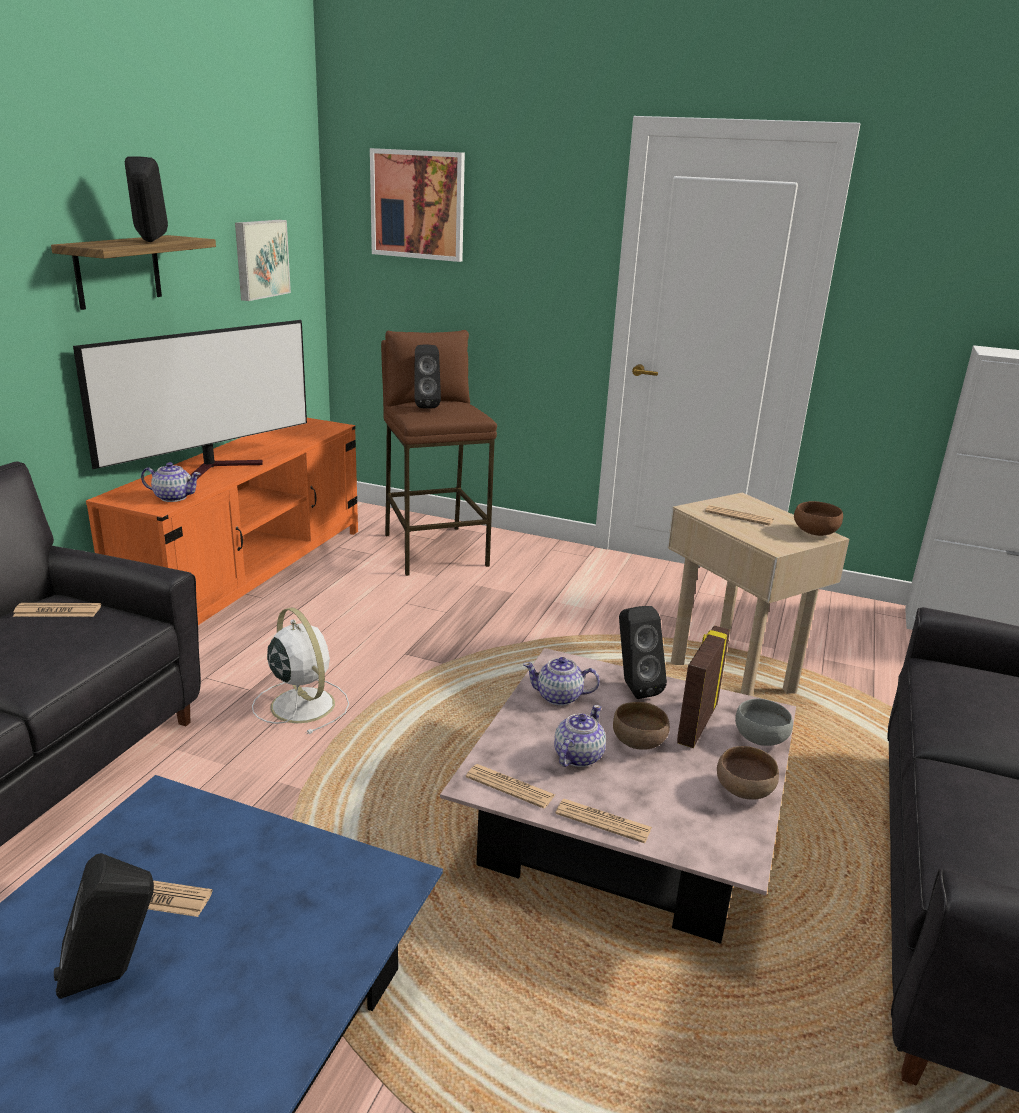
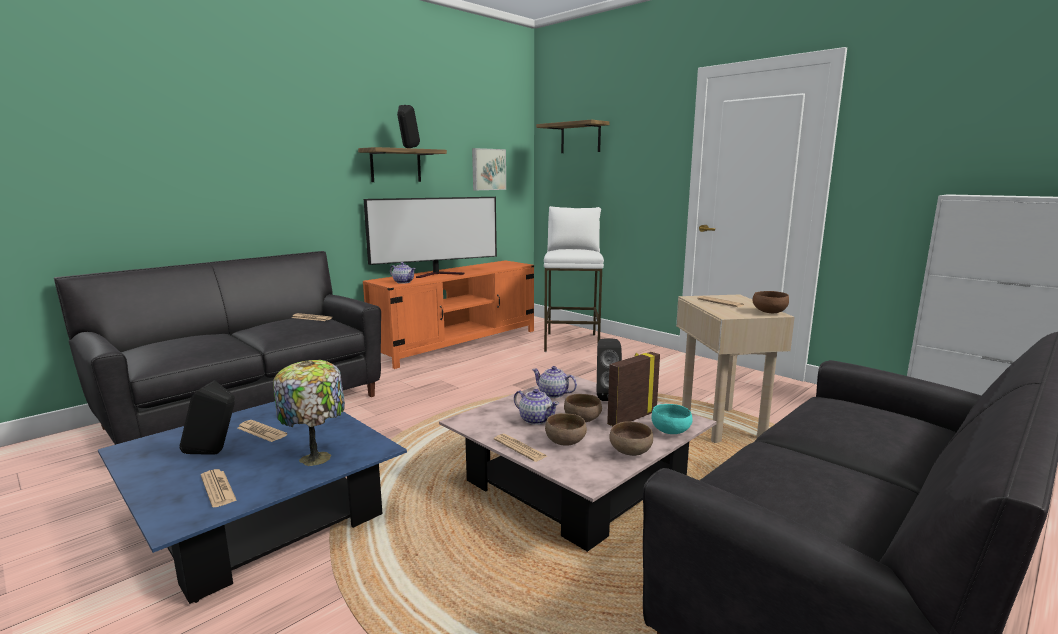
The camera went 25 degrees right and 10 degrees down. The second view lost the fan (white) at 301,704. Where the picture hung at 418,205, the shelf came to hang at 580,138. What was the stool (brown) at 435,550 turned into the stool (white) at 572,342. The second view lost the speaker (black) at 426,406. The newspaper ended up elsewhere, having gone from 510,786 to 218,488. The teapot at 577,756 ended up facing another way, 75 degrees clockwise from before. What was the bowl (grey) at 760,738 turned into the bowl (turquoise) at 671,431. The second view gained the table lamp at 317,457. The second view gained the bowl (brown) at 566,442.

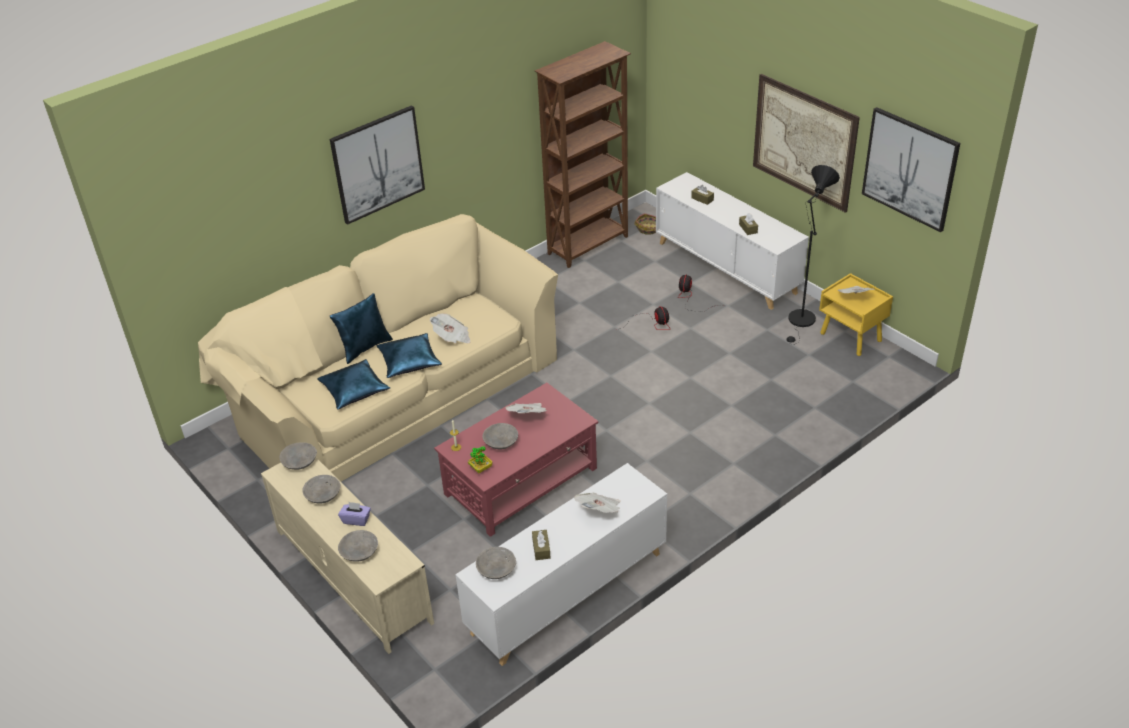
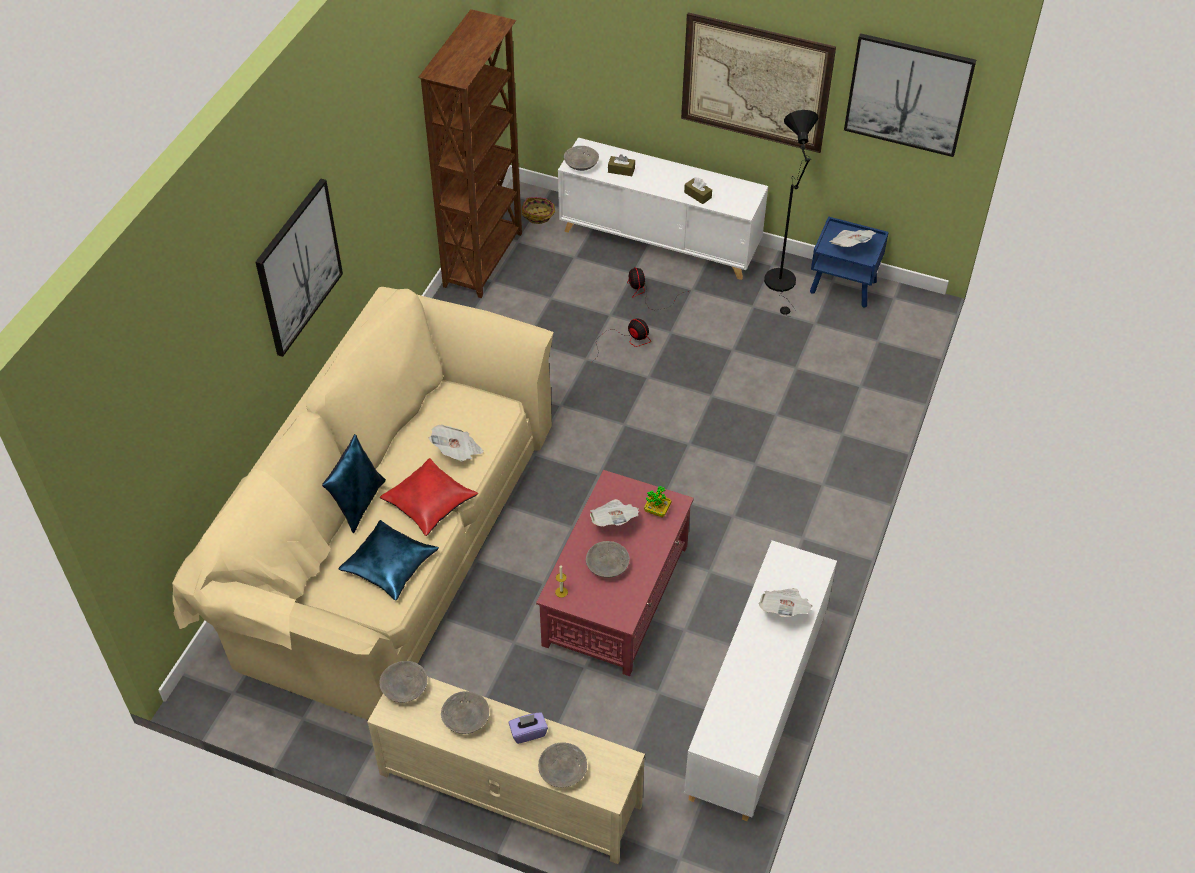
The camera went 30 degrees left and 10 degrees up. What was the pillow (blue) at 409,361 turned into the pillow (red) at 429,502. The potted plant ended up elsewhere, having gone from 480,468 to 657,510. The bowl (grey) ended up elsewhere, having gone from 496,570 to 581,165. The second view lost the tissue box (brown) at 541,549. What was the nightstand (yellow) at 851,337 turned into the nightstand (blue) at 844,287.

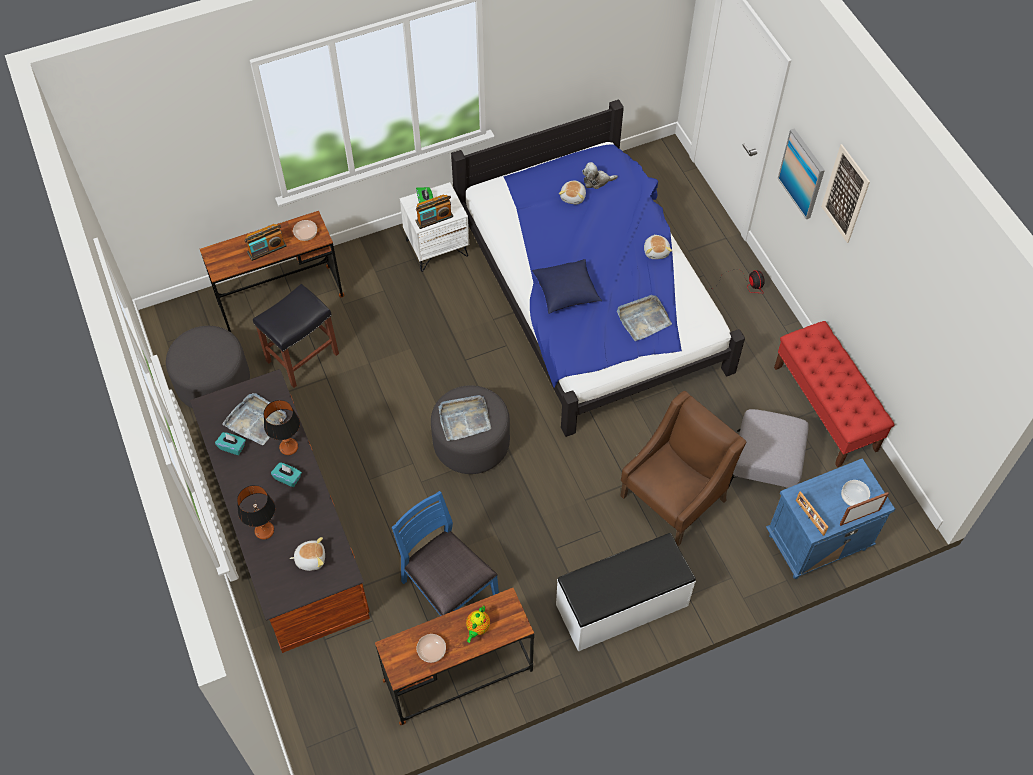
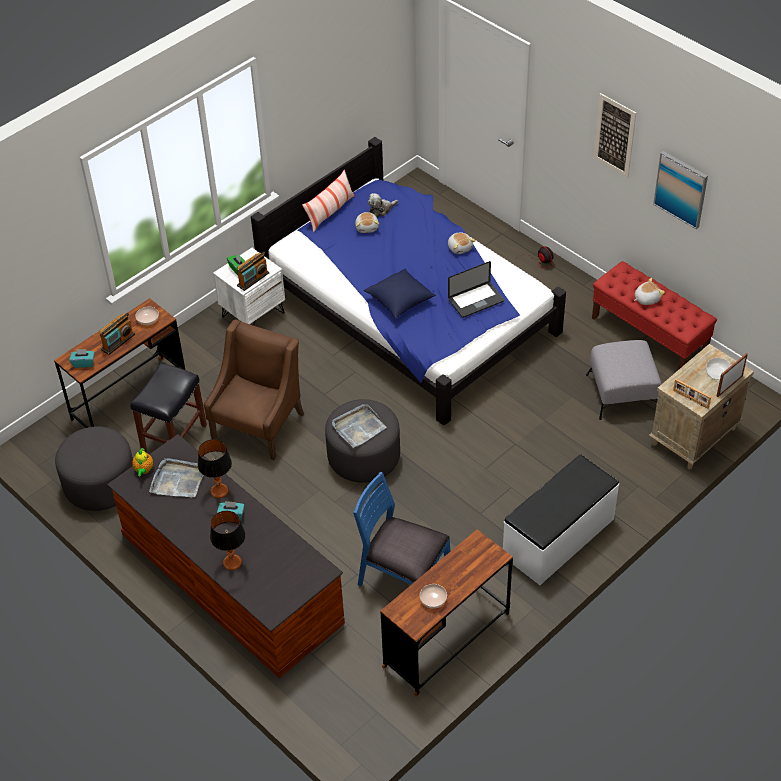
The camera went 20 degrees left and 10 degrees down. The tissue box (turquoise) ended up elsewhere, having gone from 232,447 to 83,363. The plush toy ended up elsewhere, having gone from 310,558 to 646,298. The teapot ended up elsewhere, having gone from 477,628 to 144,470. Where the tray (grey) stood at 643,319, the laptop came to stand at 476,300. The armchair (brown) ended up elsewhere, having gone from 674,497 to 259,425. What was the nightstand (blue) at 816,543 turned into the nightstand (beige) at 693,437. The picture ended up elsewhere, having gone from 802,173 to 681,189. The second view gained the pillow at 330,212.

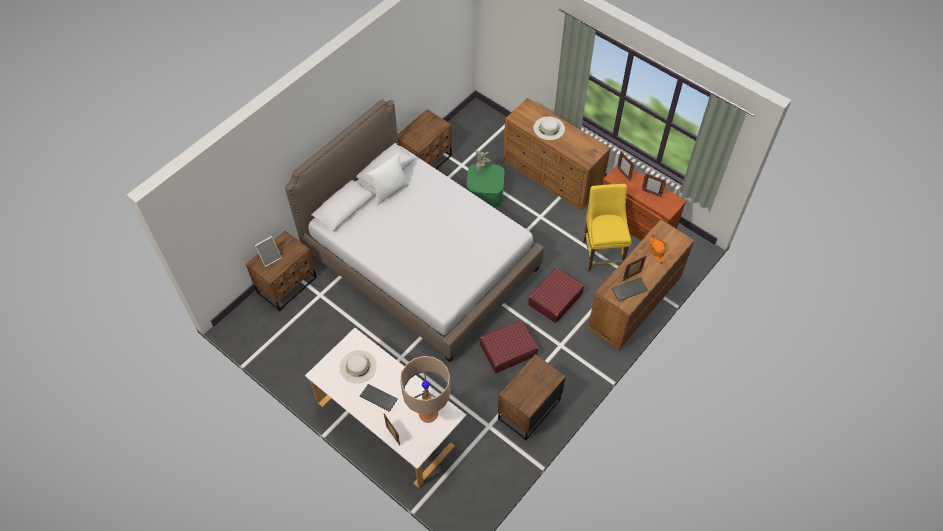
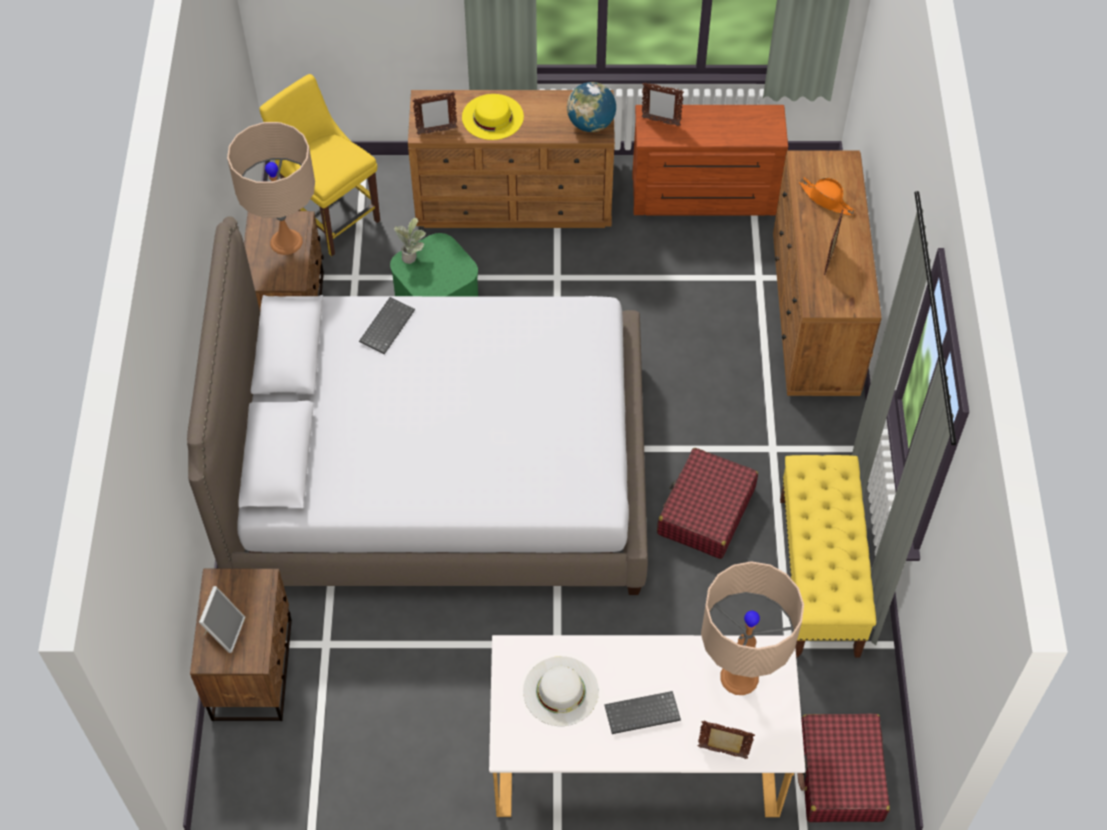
The camera went 40 degrees left and 0 degrees up. The second view lost the pillow (white) at 390,191. Where the nightstand (brown) stood at 528,409, the bench (yellow) came to stand at 819,576. The suitcase (red) ended up elsewhere, having gone from 555,299 to 840,775. What was the hat (white) at 549,128 turned into the hat (yellow) at 492,117. The chair (yellow) ended up elsewhere, having gone from 602,252 to 331,216. The keyboard ended up elsewhere, having gone from 629,289 to 386,325. The picture frame ended up elsewhere, having gone from 651,193 to 436,131. The second view gained the table lamp (beige) at 286,242. The second view gained the globe at 591,124.

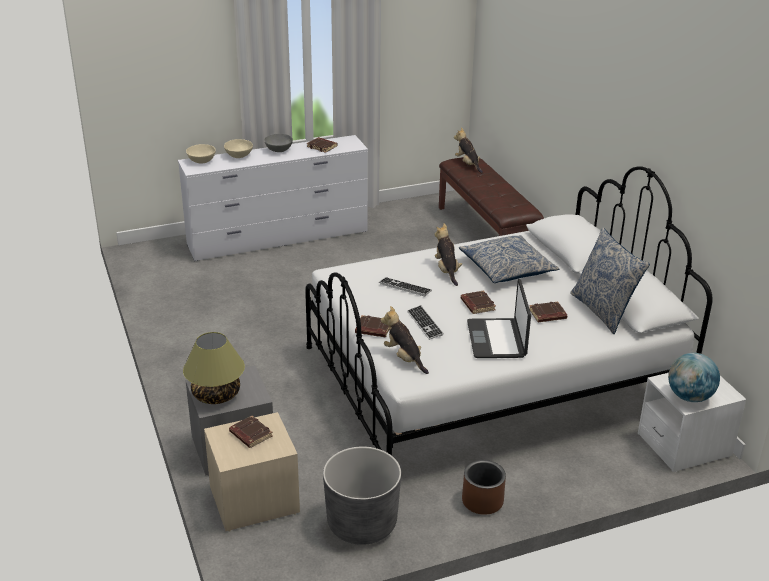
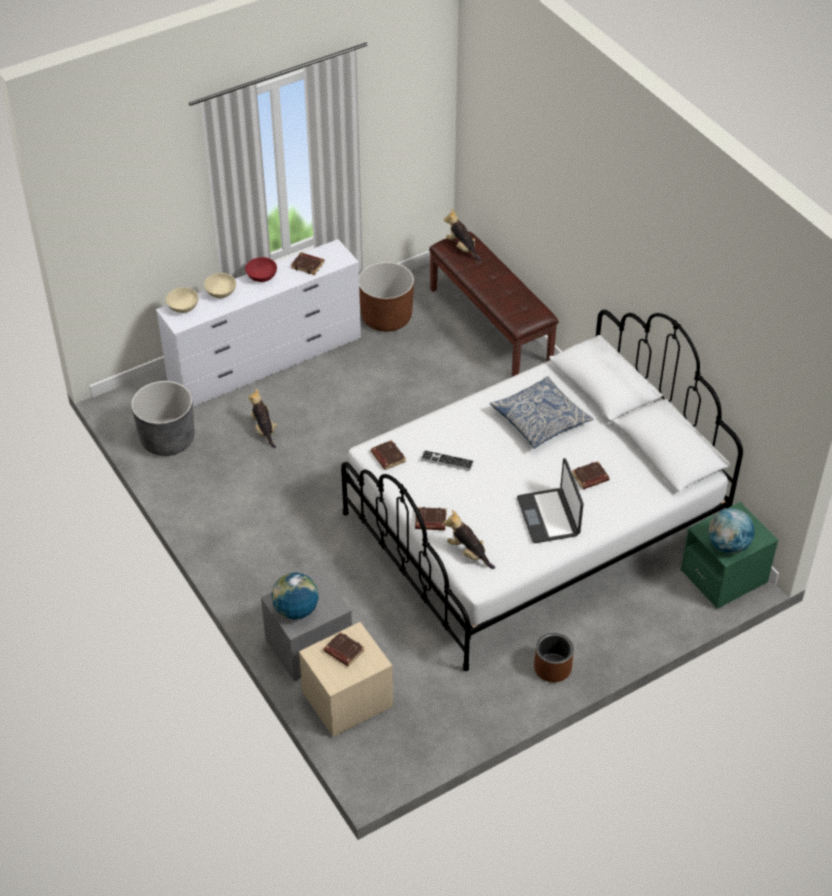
The camera went 10 degrees left and 15 degrees up. Where the table lamp stood at 215,394, the globe came to stand at 296,610. What was the bowl (grey) at 279,150 turned into the bowl (red) at 262,277. The planter (grey) ended up elsewhere, having gone from 362,523 to 167,439. The second view lost the keyboard at 425,323. The plush toy ended up elsewhere, having gone from 446,271 to 264,430. The book (brown) ended up elsewhere, having gone from 477,305 to 387,457. The second view lost the pillow at 603,311. What was the nightstand (white) at 684,445 turned into the nightstand (green) at 724,576. The second view gained the planter (brown) at 386,317.

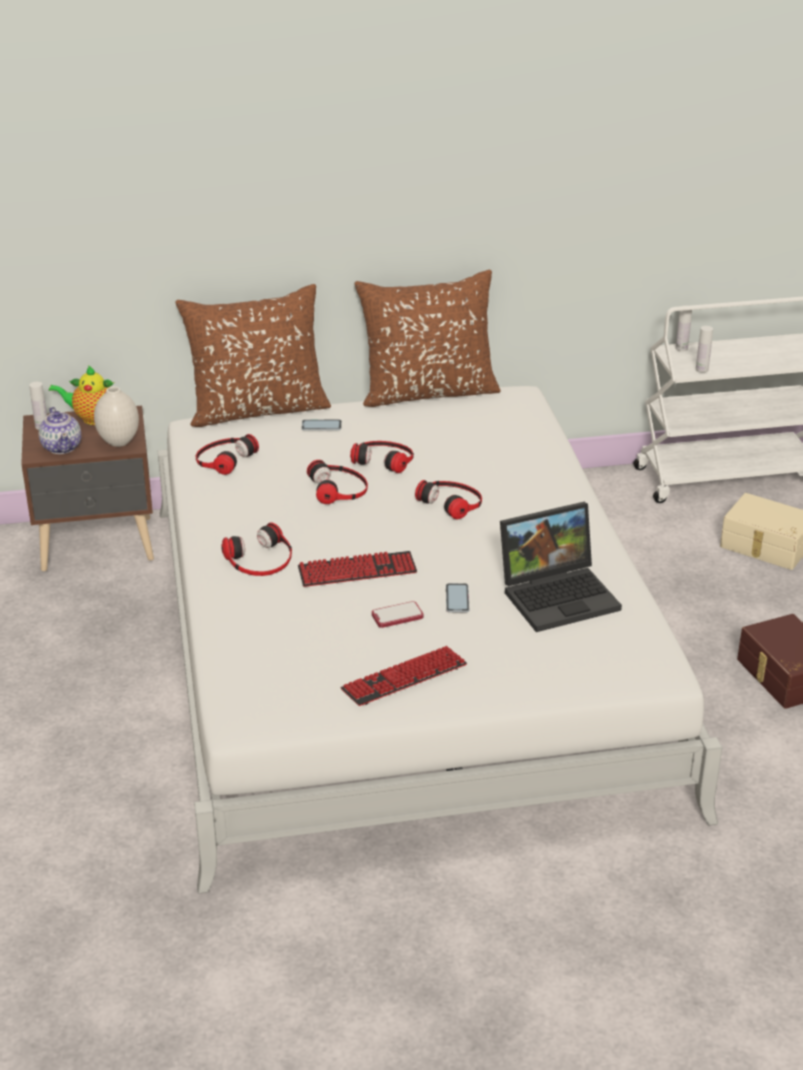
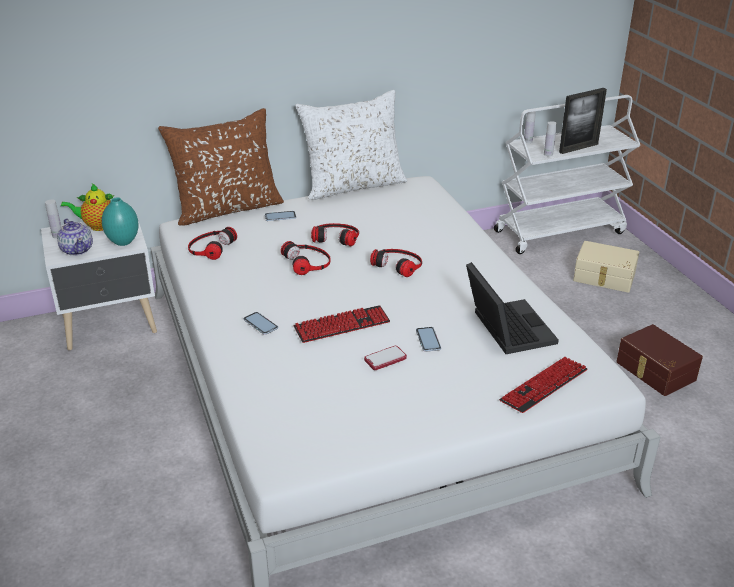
The camera went 10 degrees left and 0 degrees up. What was the nightstand (brown) at 99,545 turned into the nightstand (white) at 111,325. What was the vase (white) at 119,441 turned into the vase (turquoise) at 123,242. Where the headphones stood at 260,559, the phone came to stand at 260,324. The keyboard ended up elsewhere, having gone from 404,678 to 543,386. What was the pillow (brown) at 428,392 turned into the pillow (white) at 353,185. The laptop at 559,594 ended up facing another way, 75 degrees counterclockwise from before. The second view gained the picture frame at 578,148.

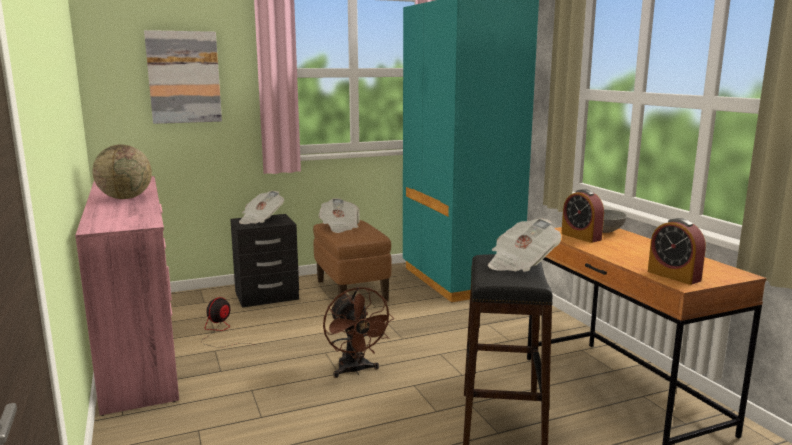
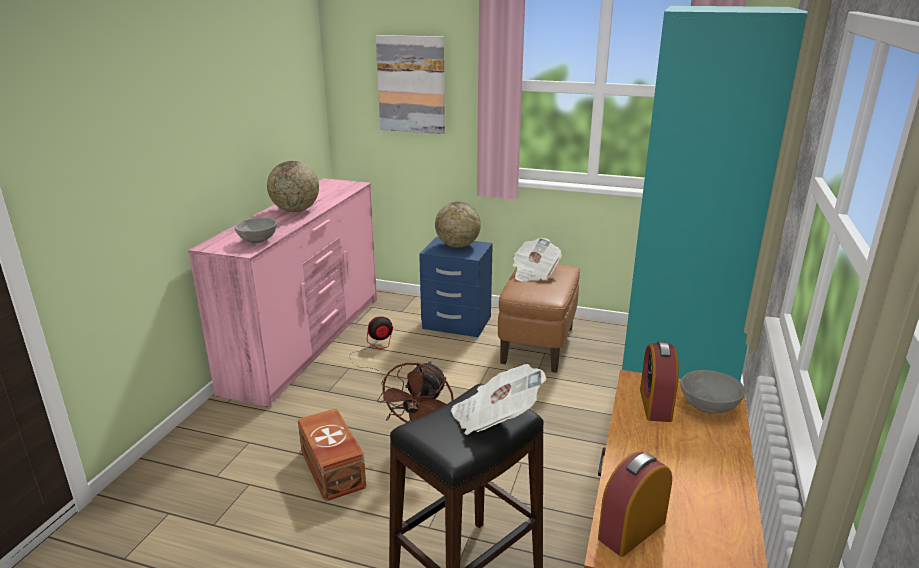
The camera went 40 degrees right and 10 degrees up. What was the nightstand (black) at 266,296 turned into the nightstand (blue) at 456,323. Where the newspaper stood at 261,220, the globe came to stand at 457,245. The alarm clock at 673,276 ended up facing another way, 45 degrees clockwise from before. The second view gained the bowl (grey) at 258,241. The second view gained the storage box (brown) at 331,470.

